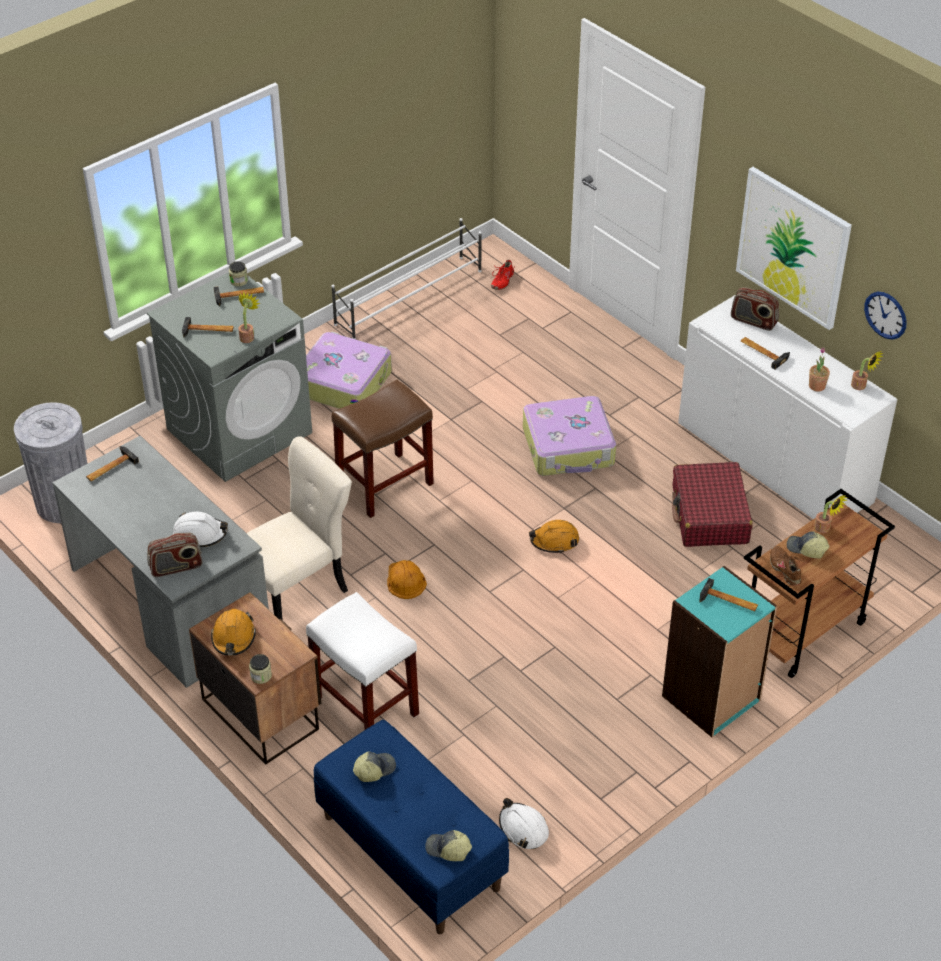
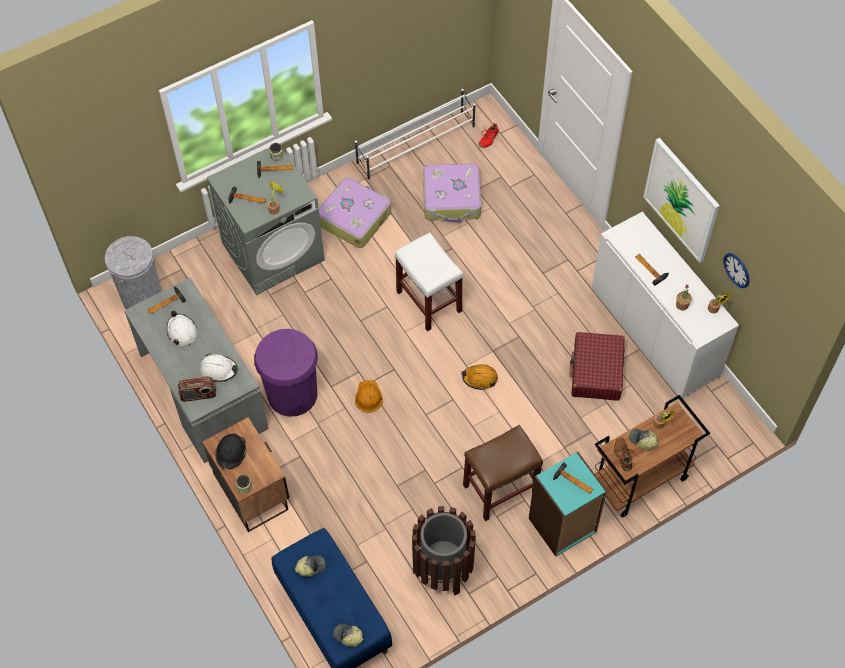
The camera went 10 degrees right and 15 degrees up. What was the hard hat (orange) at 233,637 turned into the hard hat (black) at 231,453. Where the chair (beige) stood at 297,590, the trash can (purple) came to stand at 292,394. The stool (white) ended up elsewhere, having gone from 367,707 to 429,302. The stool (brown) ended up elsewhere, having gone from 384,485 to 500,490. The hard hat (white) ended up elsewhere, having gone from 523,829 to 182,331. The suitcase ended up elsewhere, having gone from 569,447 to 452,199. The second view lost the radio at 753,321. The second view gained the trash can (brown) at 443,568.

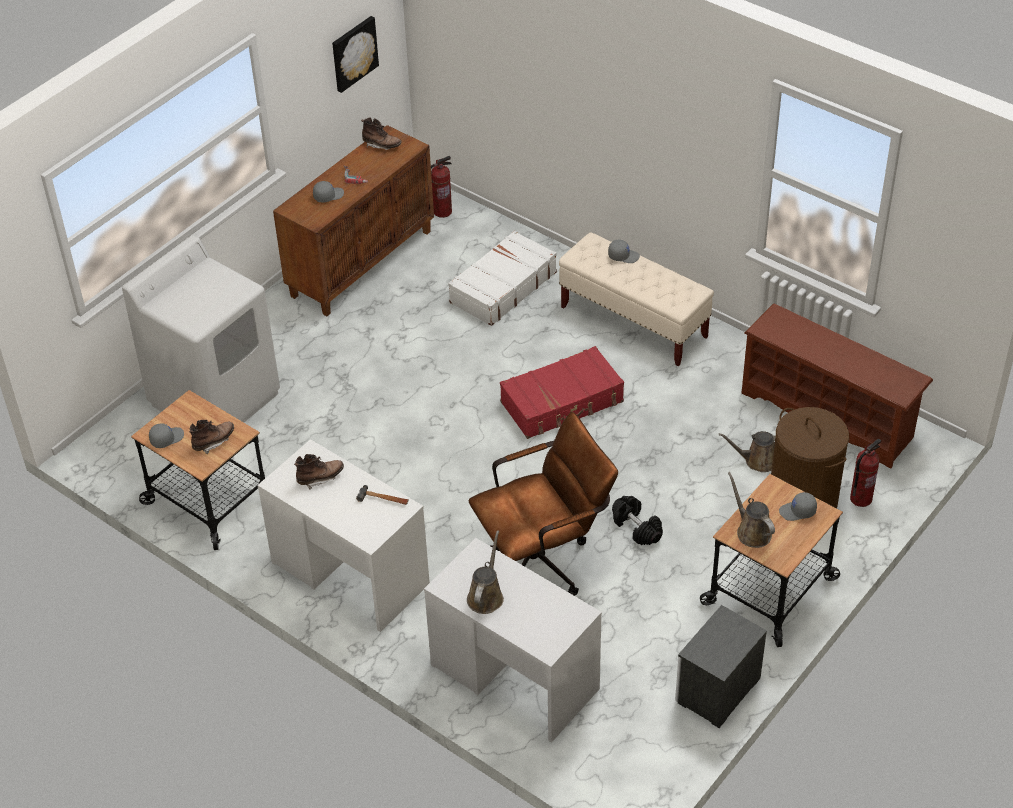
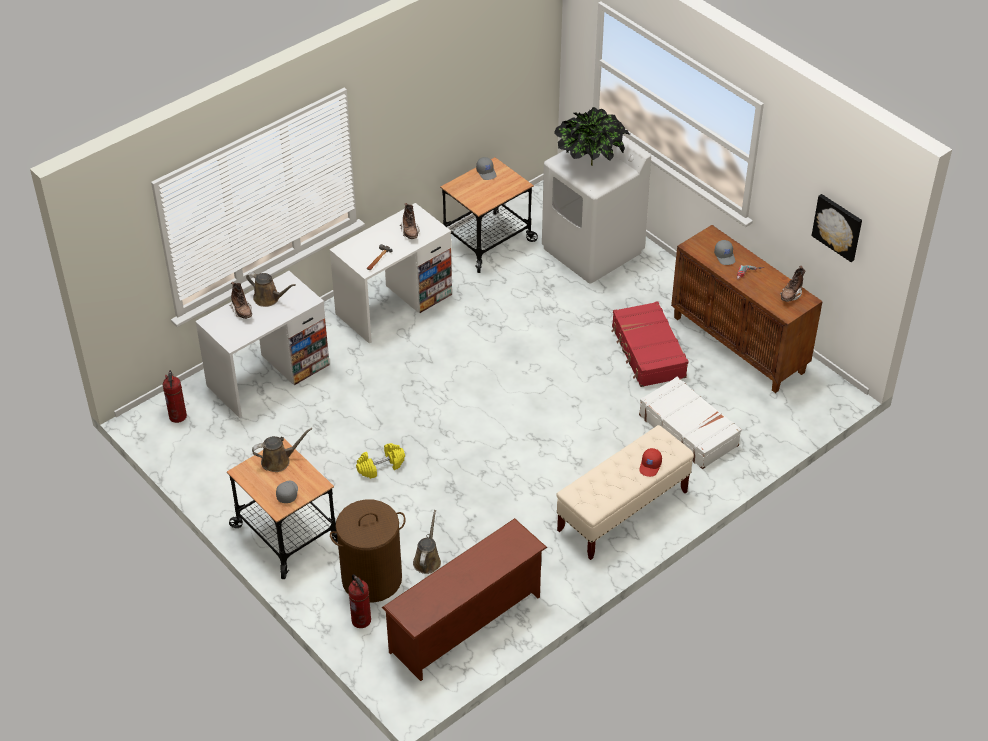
The camera went 100 degrees right and 0 degrees up. The boot (brown) ended up elsewhere, having gone from 213,442 to 242,311. The fire extinguisher ended up elsewhere, having gone from 442,211 to 178,416. The second view lost the office chair (brown) at 543,560. The suitcase (red) ended up elsewhere, having gone from 562,402 to 647,352. What was the cap (grey) at 623,256 turned into the cap (red) at 650,466. What was the dumbbell (black) at 636,528 turned into the dumbbell (yellow) at 381,466. The second view lost the nightstand at 716,691. The second view gained the potted plant at 590,164.

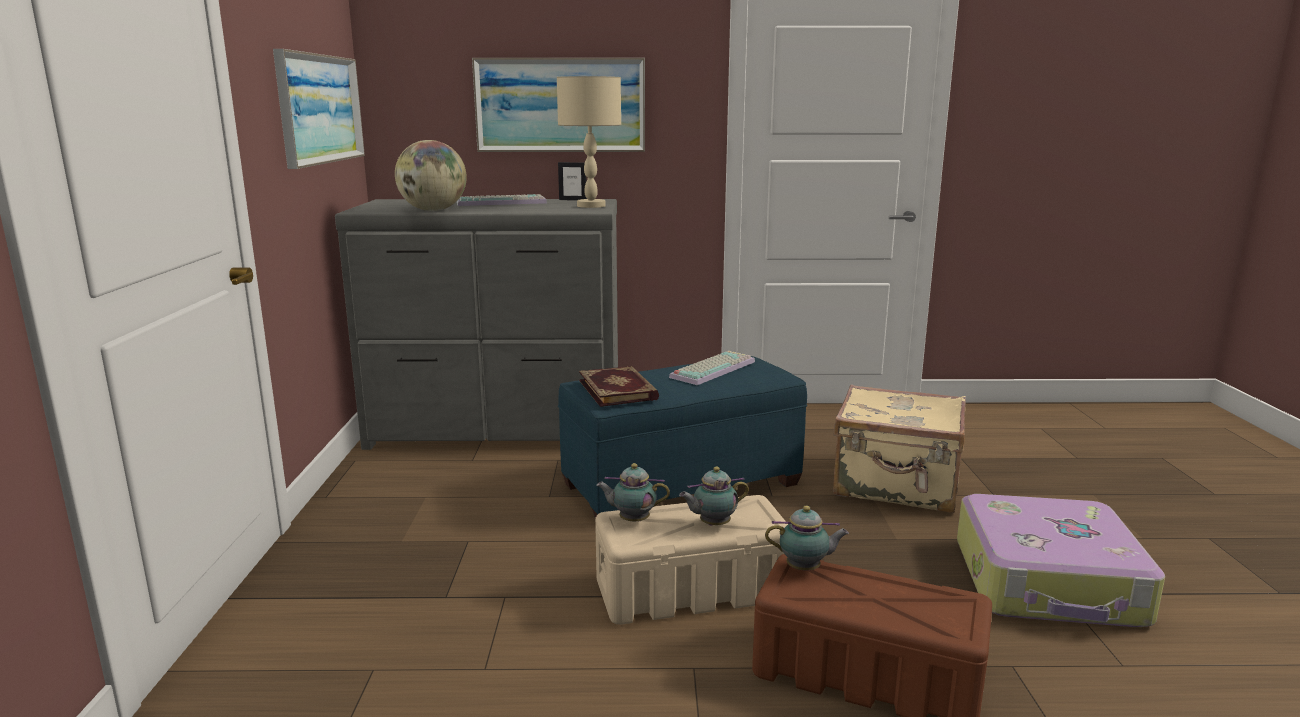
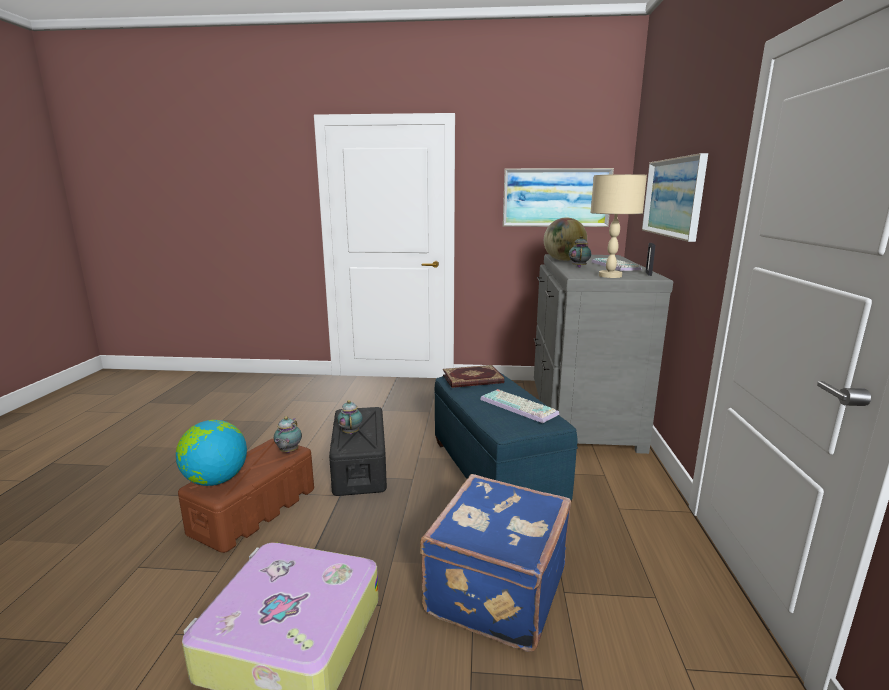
The camera went 95 degrees right and 0 degrees up. What was the storage box (beige) at 693,589 turned into the storage box (black) at 360,467. The teapot ended up elsewhere, having gone from 632,520 to 579,267. What was the suitcase (beige) at 896,486 turned into the suitcase (blue) at 494,589. The second view gained the globe at 216,480.

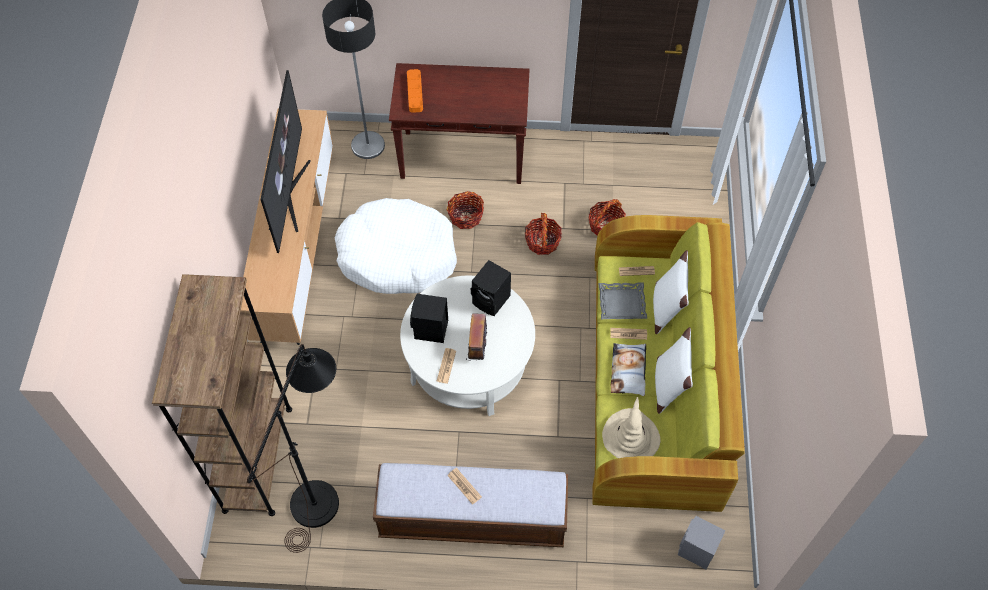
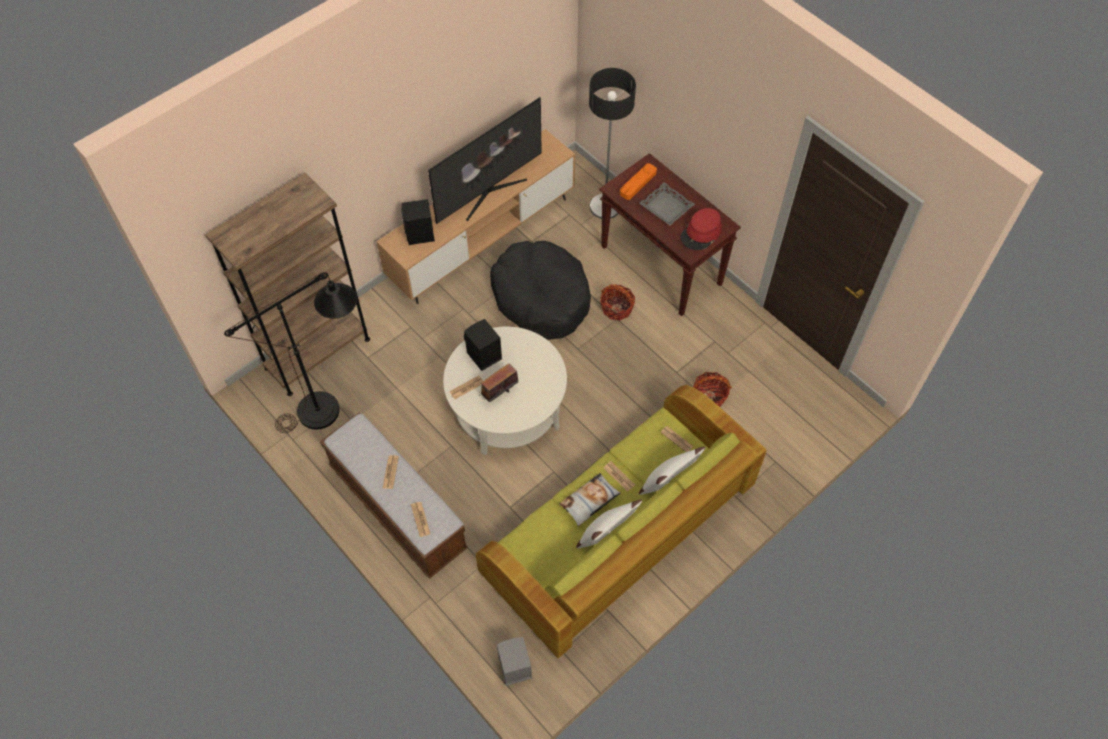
The camera went 45 degrees right and 0 degrees up. What was the dog bed (white) at 397,256 turned into the dog bed (black) at 541,297. The speaker (black) ended up elsewhere, having gone from 492,300 to 420,235. The second view lost the basket at 542,242. The tray (grey) ended up elsewhere, having gone from 621,304 to 666,207. The second view lost the hat (beige) at 630,436. The second view gained the newspaper at 420,519. The second view gained the hat (red) at 701,233.

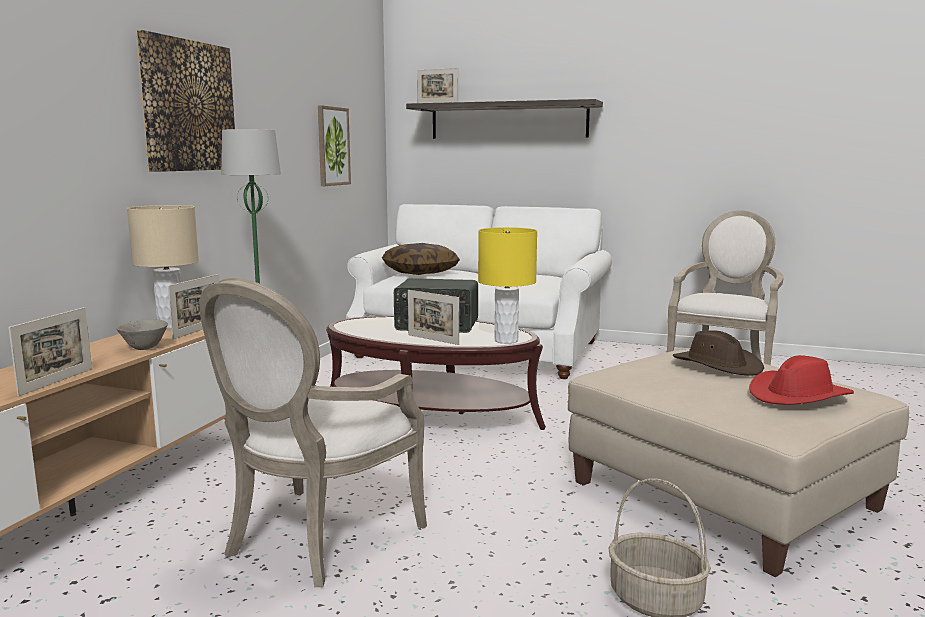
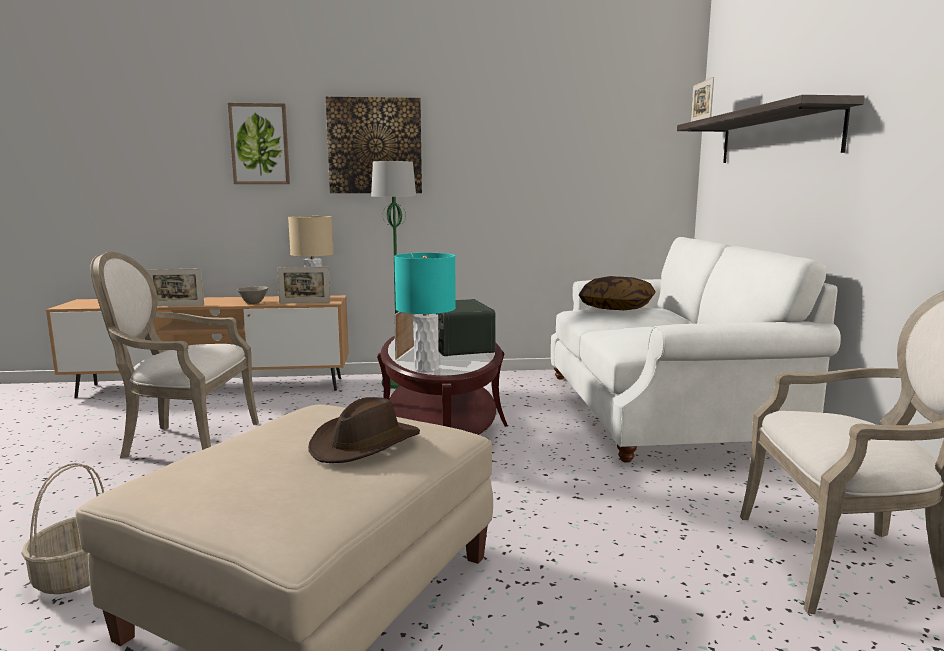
The camera went 65 degrees right and 0 degrees up. The picture ended up elsewhere, having gone from 332,146 to 260,144. What was the table lamp (yellow) at 506,341 turned into the table lamp (turquoise) at 426,369. The second view lost the hat (red) at 798,395.

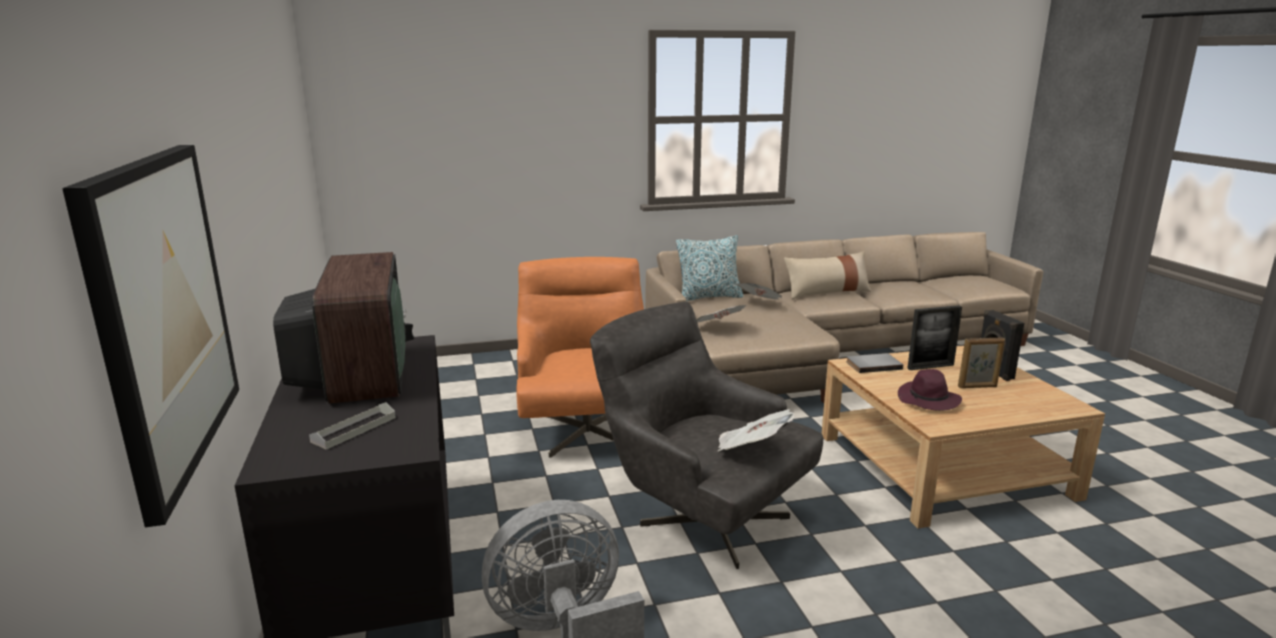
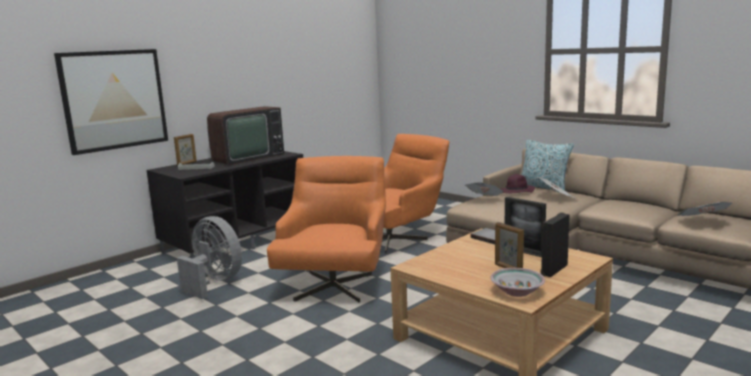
The camera went 60 degrees right and 5 degrees down. What was the armchair (grey) at 700,515 turned into the armchair (orange) at 336,282. The newspaper ended up elsewhere, having gone from 751,448 to 702,222. The second view lost the pillow (beige) at 827,292. The hat (purple) ended up elsewhere, having gone from 928,400 to 516,192. The second view gained the picture frame at 187,163. The second view gained the bowl at 516,291.

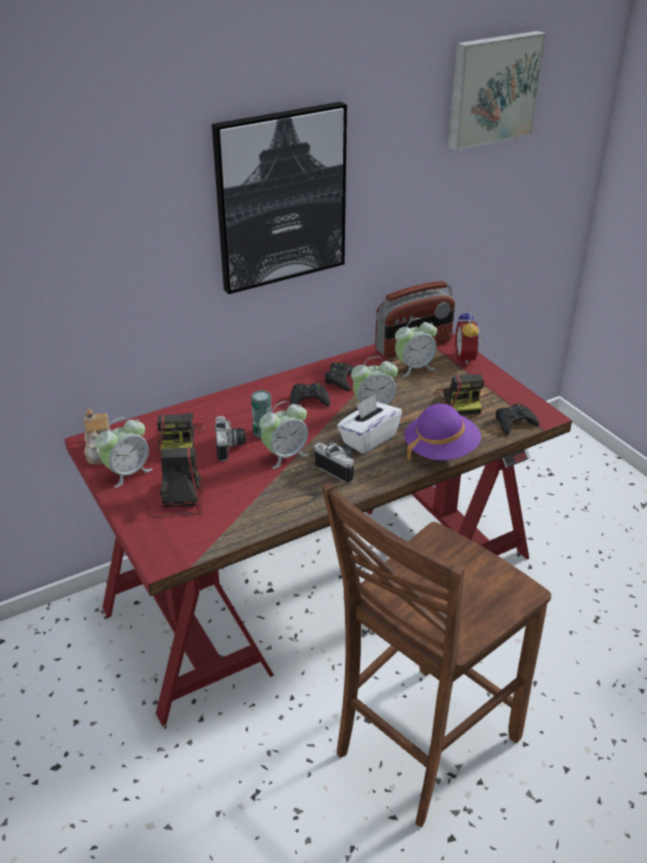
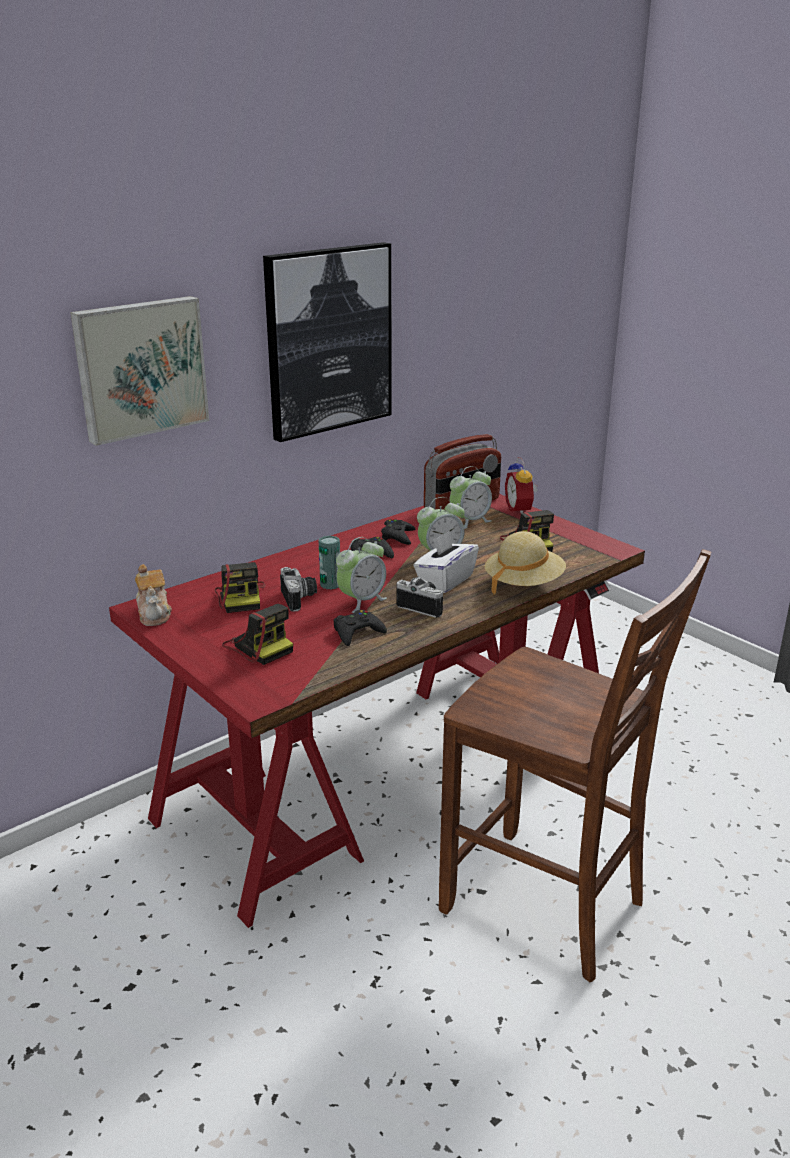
The camera went 10 degrees left and 10 degrees down. The second view lost the alarm clock at 127,473. The photo camera at 179,499 ended up facing another way, 150 degrees clockwise from before. The chair (brown) at 421,745 ended up facing another way, 90 degrees counterclockwise from before. What was the hat (purple) at 440,450 turned into the hat (beige) at 523,583. The picture ended up elsewhere, having gone from 492,89 to 140,368. The game controller (black) ended up elsewhere, having gone from 514,422 to 357,632.

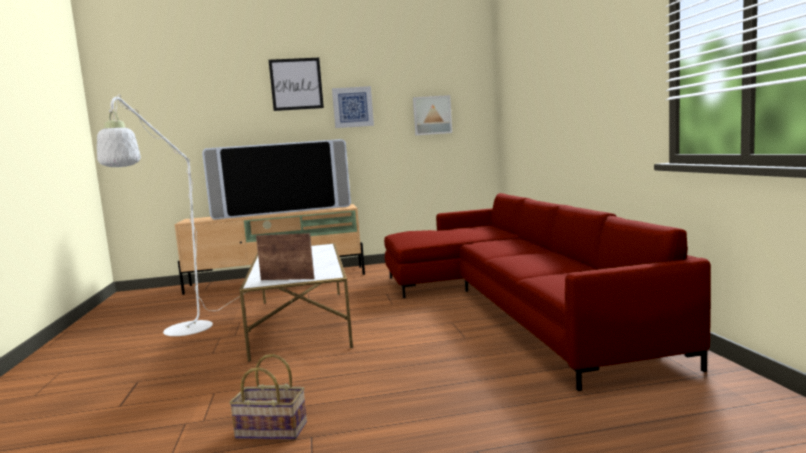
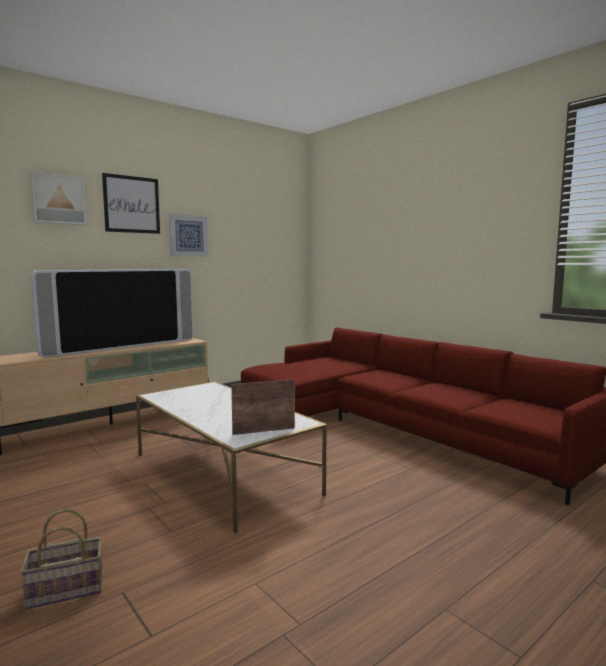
The camera went 30 degrees left and 0 degrees up. The second view lost the floor lamp (white) at 181,332. The basket ended up elsewhere, having gone from 269,431 to 63,591. The picture ended up elsewhere, having gone from 432,115 to 58,199.

